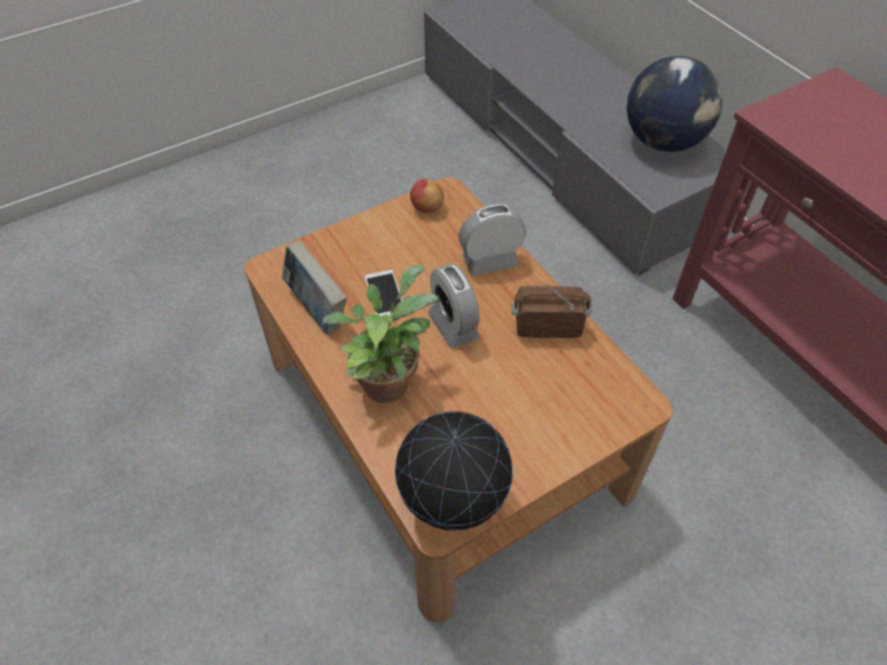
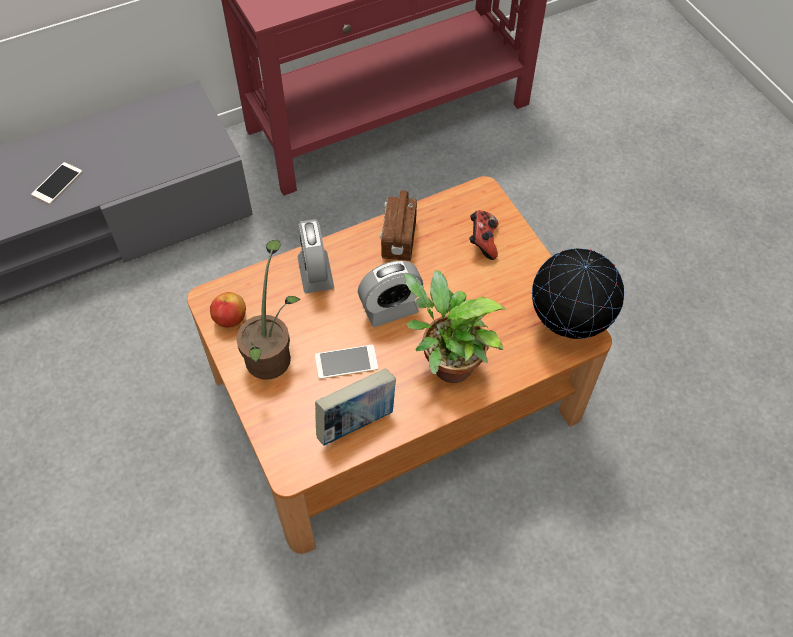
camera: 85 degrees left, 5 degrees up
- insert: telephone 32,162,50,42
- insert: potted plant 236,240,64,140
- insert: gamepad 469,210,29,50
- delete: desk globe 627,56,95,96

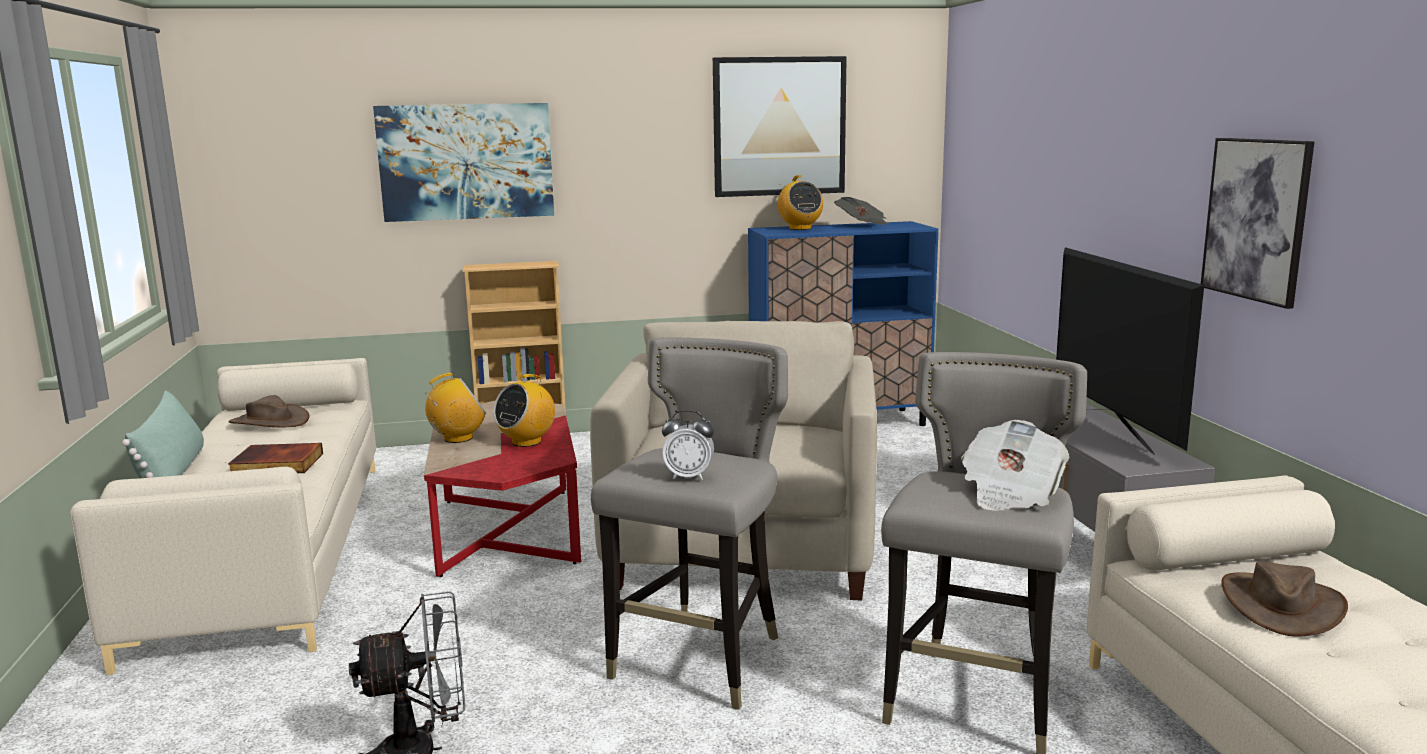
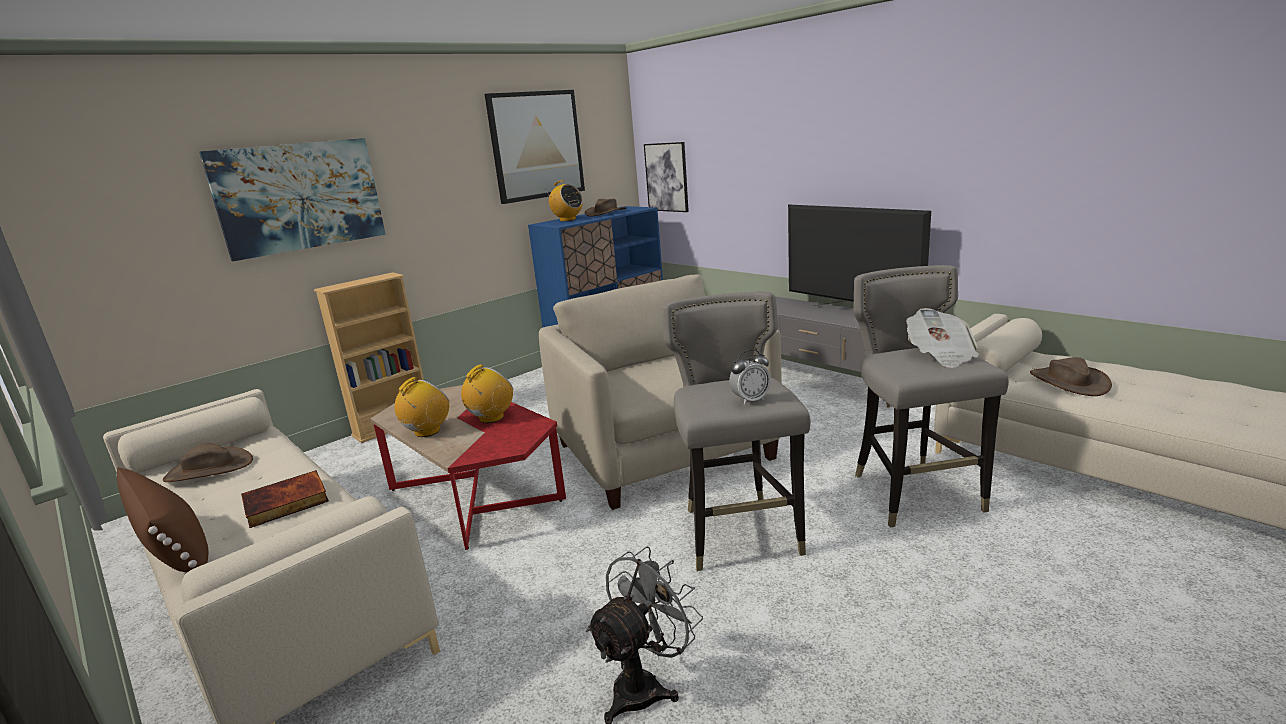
camera: 30 degrees left, 5 degrees up
- recolor: pillow in greenish 122,390,82,89 to pillow in brown-coloured 117,468,91,104
- rotate: radio receiver 493,374,62,73 = 461,365,52,58 150 degrees counterclockwise
- replace: printed paper 834,197,54,28 to clothing hat in brown-coloured 585,199,42,18
- move: wall art 1201,138,113,171 to 644,142,45,70

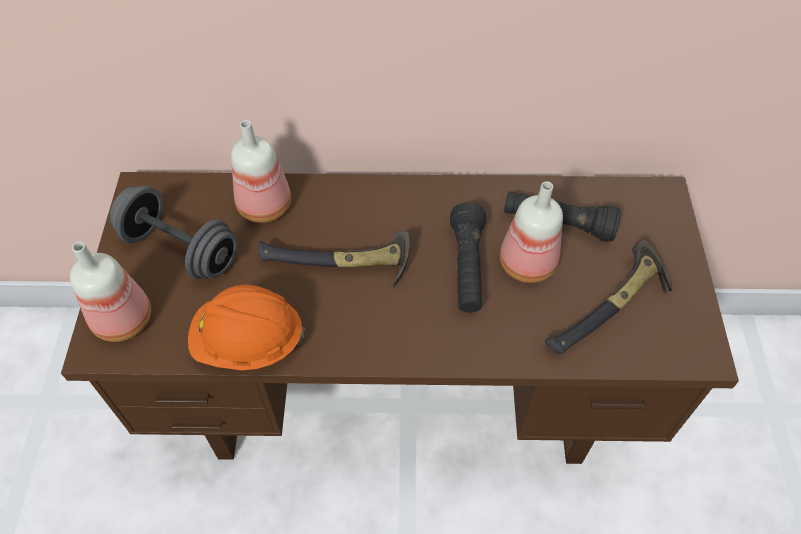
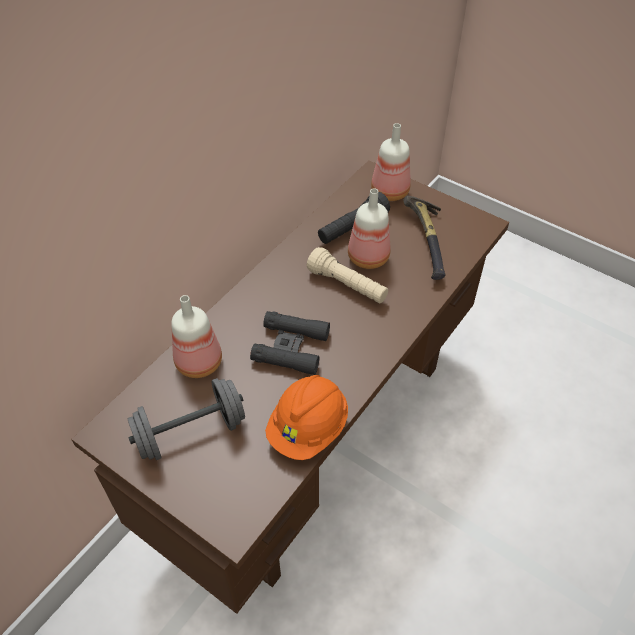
camera: 55 degrees left, 5 degrees down
- replace: hand hammer 258,231,152,57 to field glasses in black 250,311,80,64
- recolor: flashlight in black 450,202,36,111 to flashlight in beige-coloured 307,247,81,56
- move: bottle 70,242,81,100 to 371,123,40,78

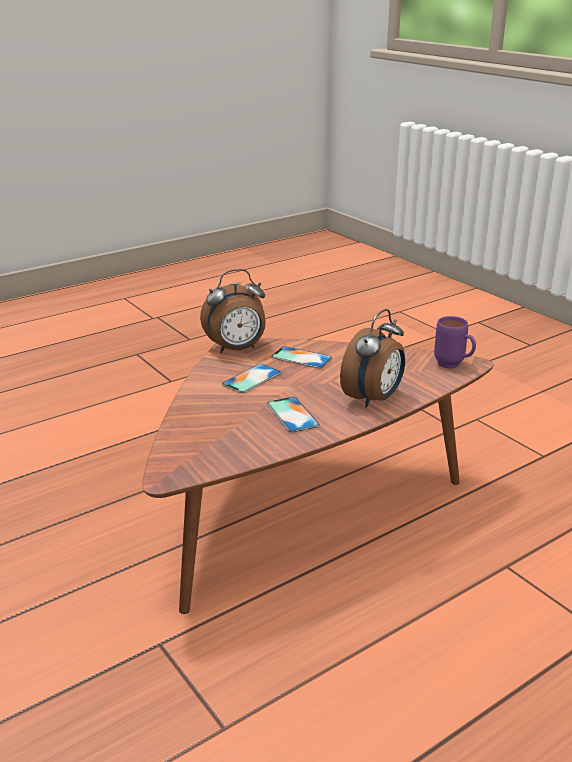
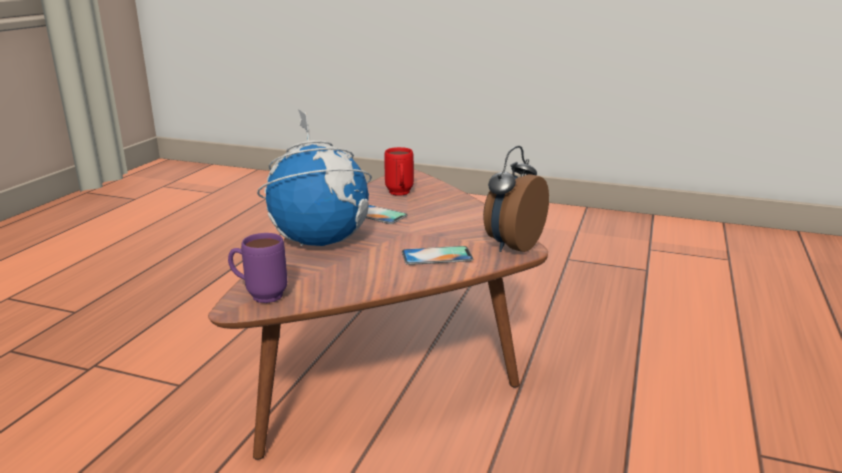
camera: 145 degrees right, 5 degrees down
- replace: bedside clock 340,309,65,99 to desk globe 257,109,115,137
- insert: coffee mug in red 384,147,30,49
- delete: telephone 222,364,59,29

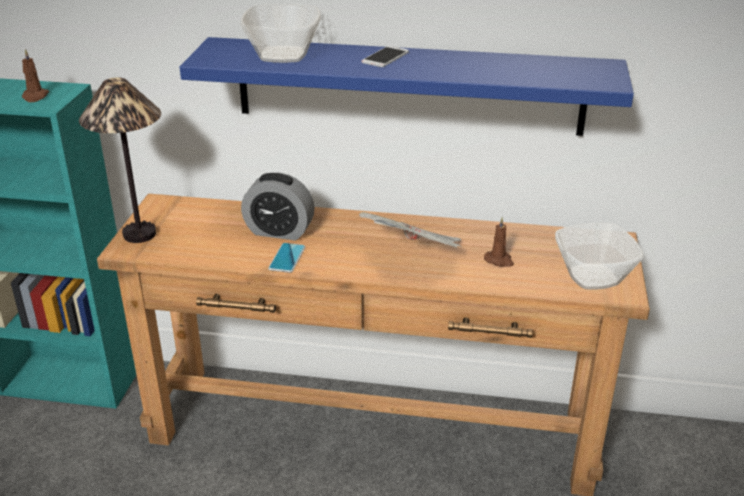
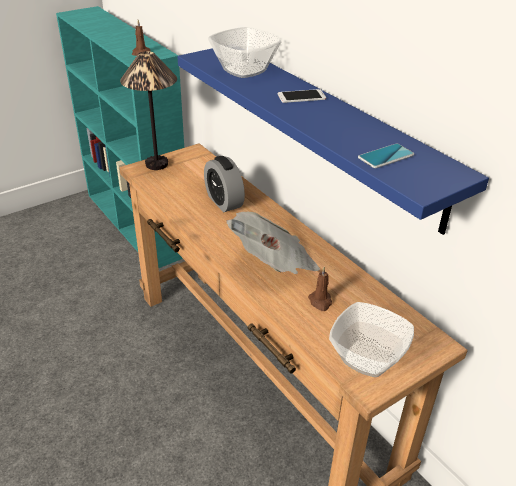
camera: 45 degrees right, 5 degrees up
- move: telephone 268,243,38,30 to 358,143,56,25

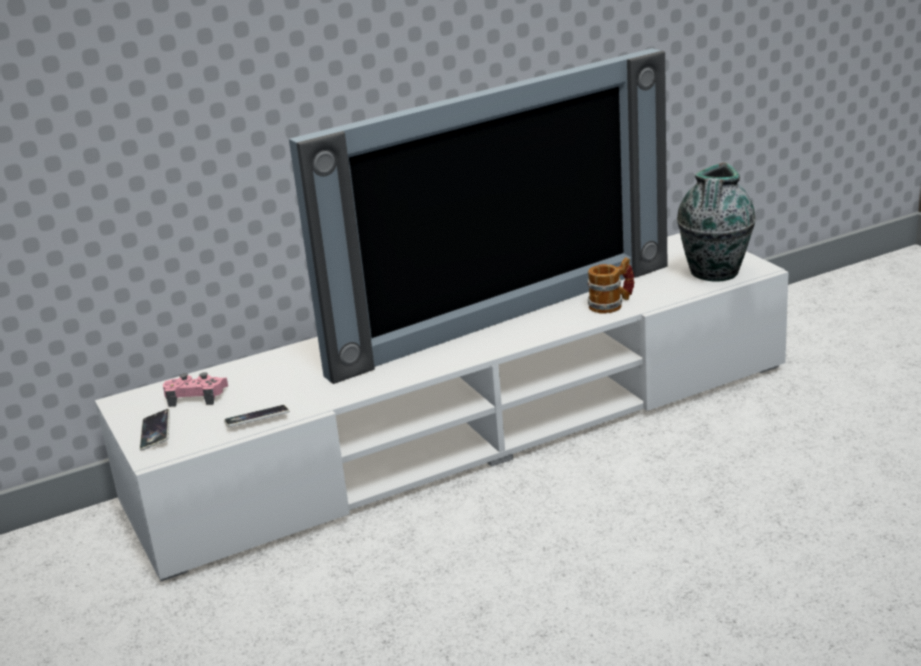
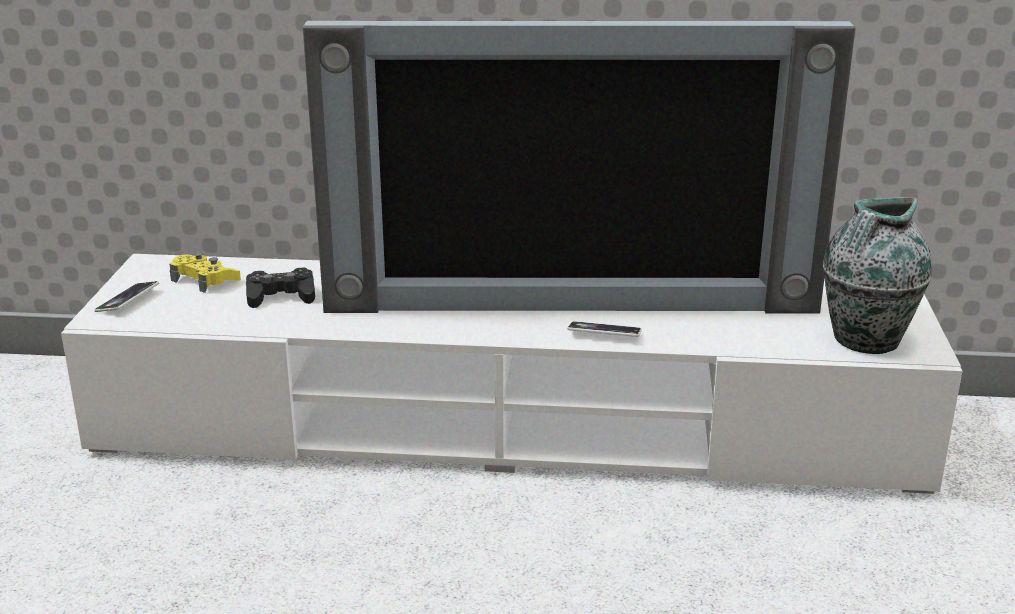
camera: 30 degrees right, 0 degrees up
- recolor: gamepad in pinkish 163,372,65,35 to gamepad in yellow 170,252,71,41
- insert: gamepad in black 246,267,69,41
- move: telephone 224,405,65,22 to 567,321,75,16
- delete: coffee mug 588,257,47,57

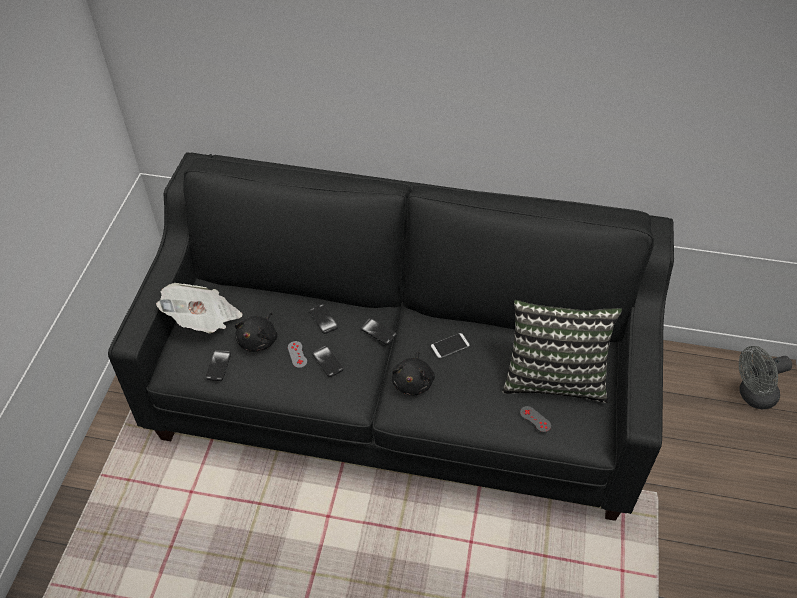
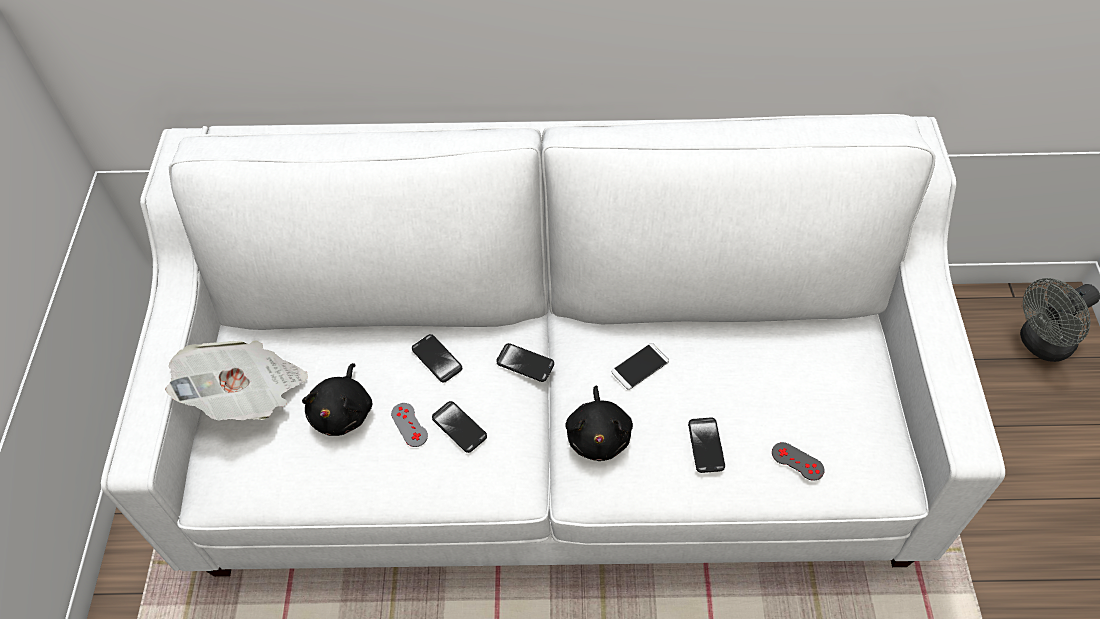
camera: 10 degrees left, 5 degrees up
- recolor: settee in black 108,152,566,369 to settee in white 101,114,904,463
- move: telephone 205,349,26,32 to 688,417,37,56
- delete: pillow 502,300,120,103

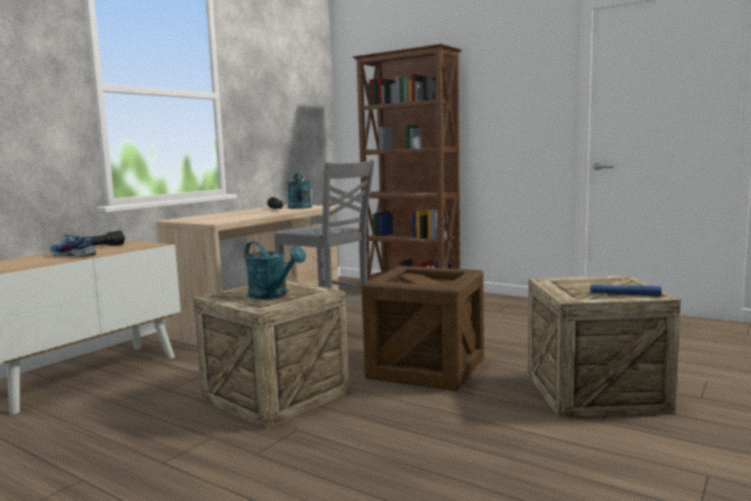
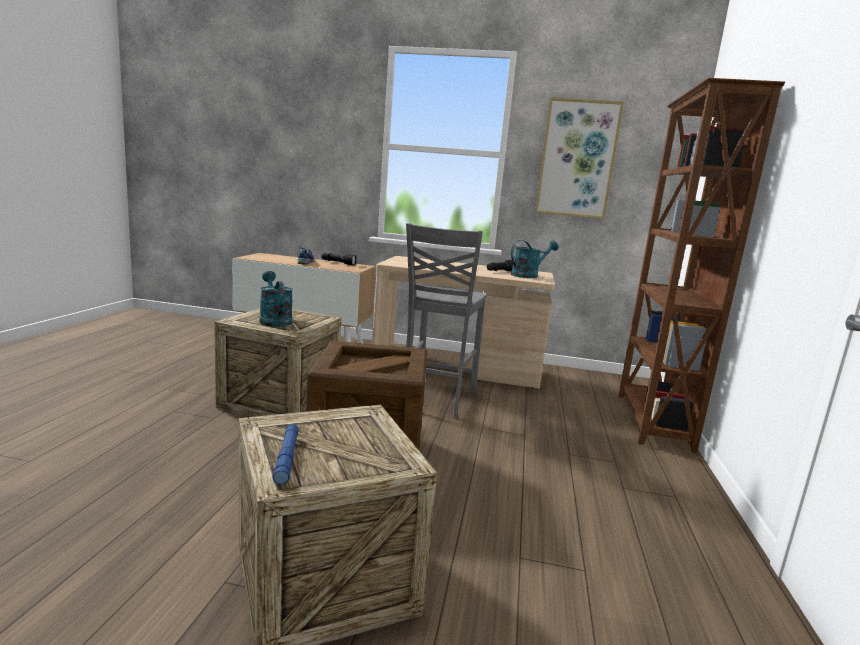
camera: 65 degrees right, 5 degrees up
- rotate: watering can in turquoise 244,242,62,58 = 259,271,34,56 135 degrees clockwise
- insert: wall art 535,97,89,122

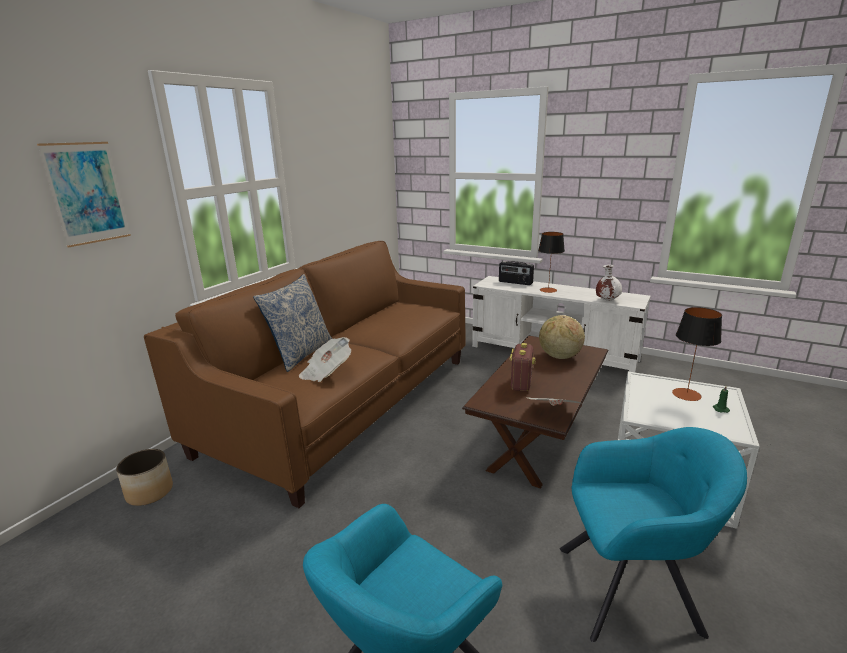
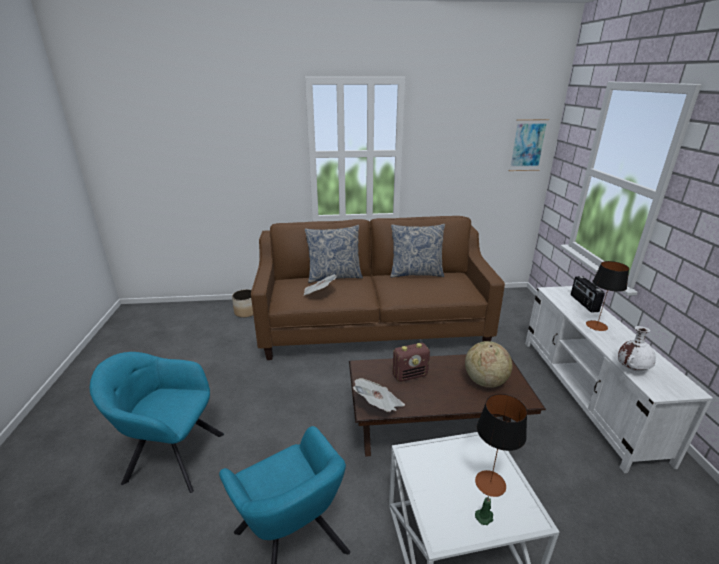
camera: 55 degrees right, 5 degrees up
- insert: pillow 390,224,55,54
- move: wall art 37,142,94,105 to 508,119,41,52

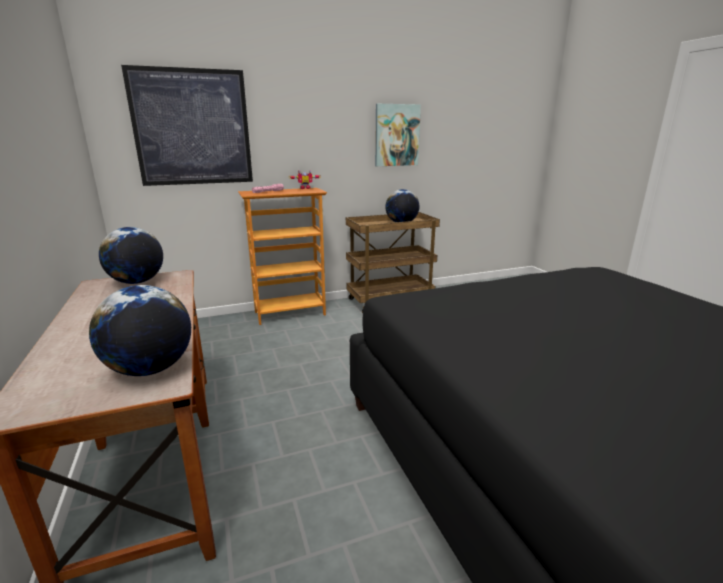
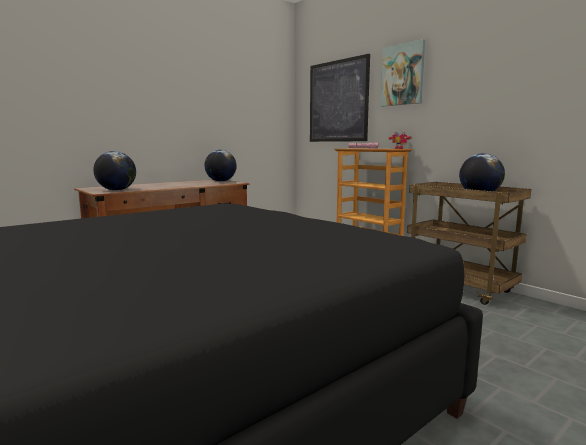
camera: 70 degrees right, 10 degrees down
- move: wall art 375,104,46,62 to 381,39,44,67

